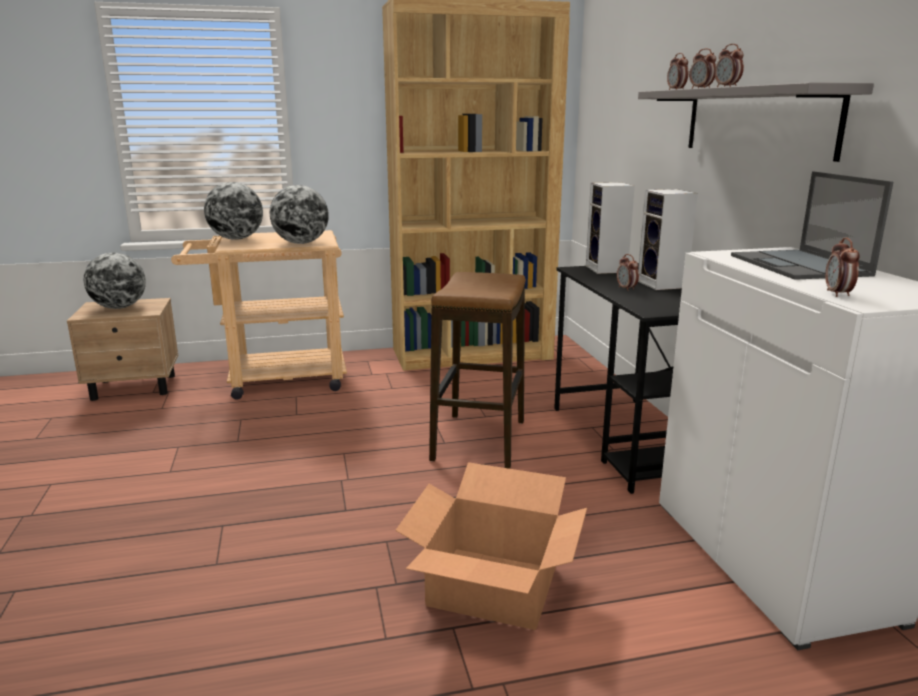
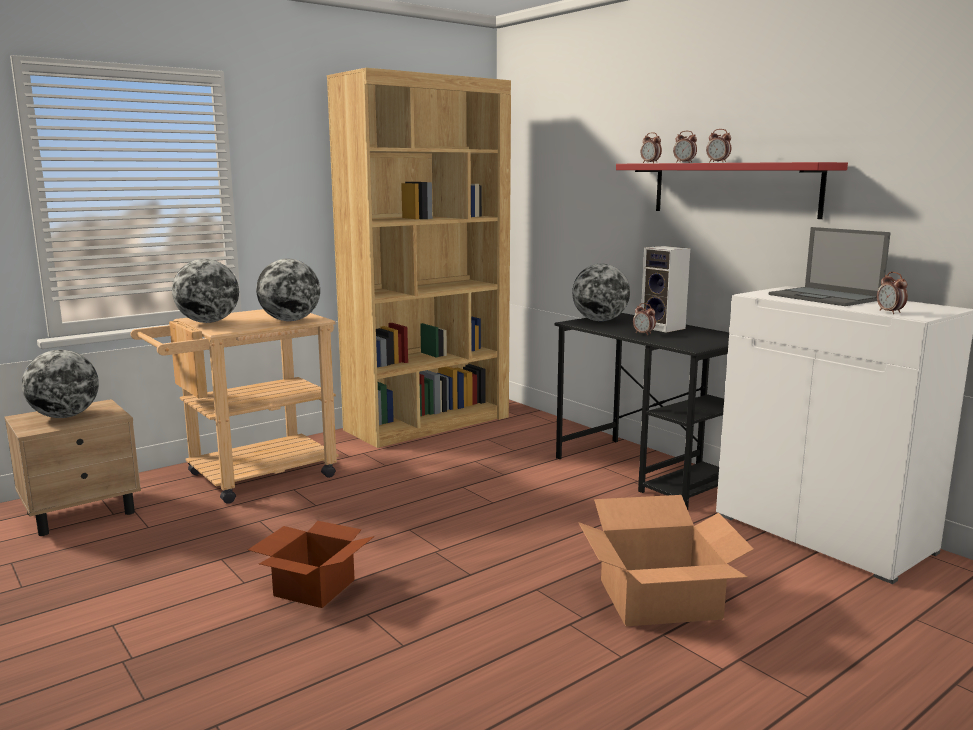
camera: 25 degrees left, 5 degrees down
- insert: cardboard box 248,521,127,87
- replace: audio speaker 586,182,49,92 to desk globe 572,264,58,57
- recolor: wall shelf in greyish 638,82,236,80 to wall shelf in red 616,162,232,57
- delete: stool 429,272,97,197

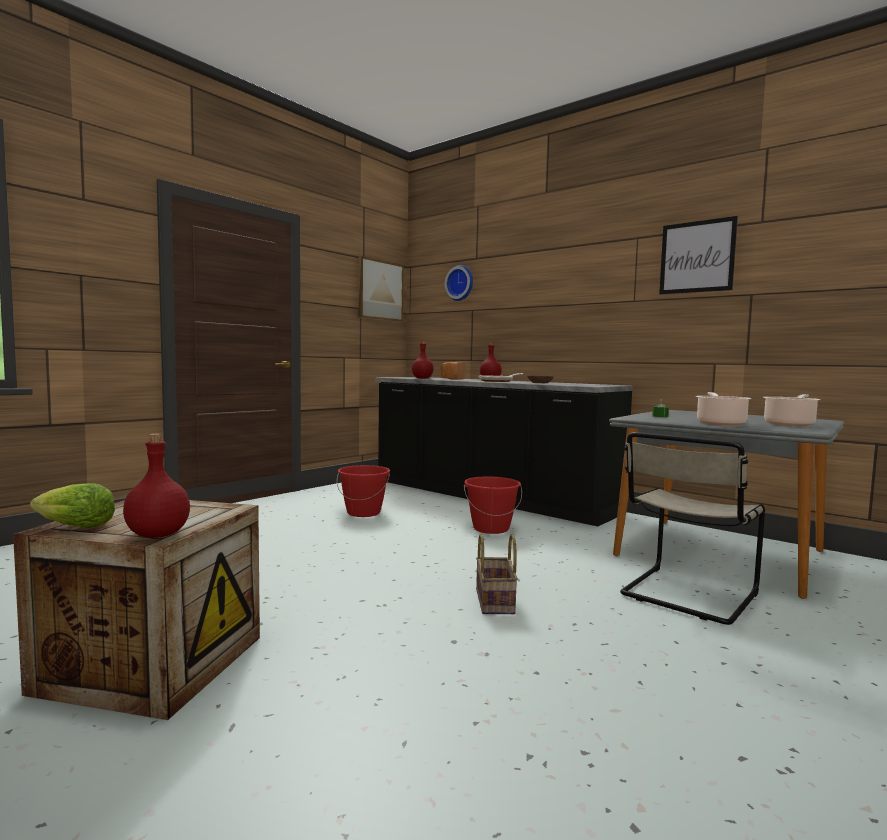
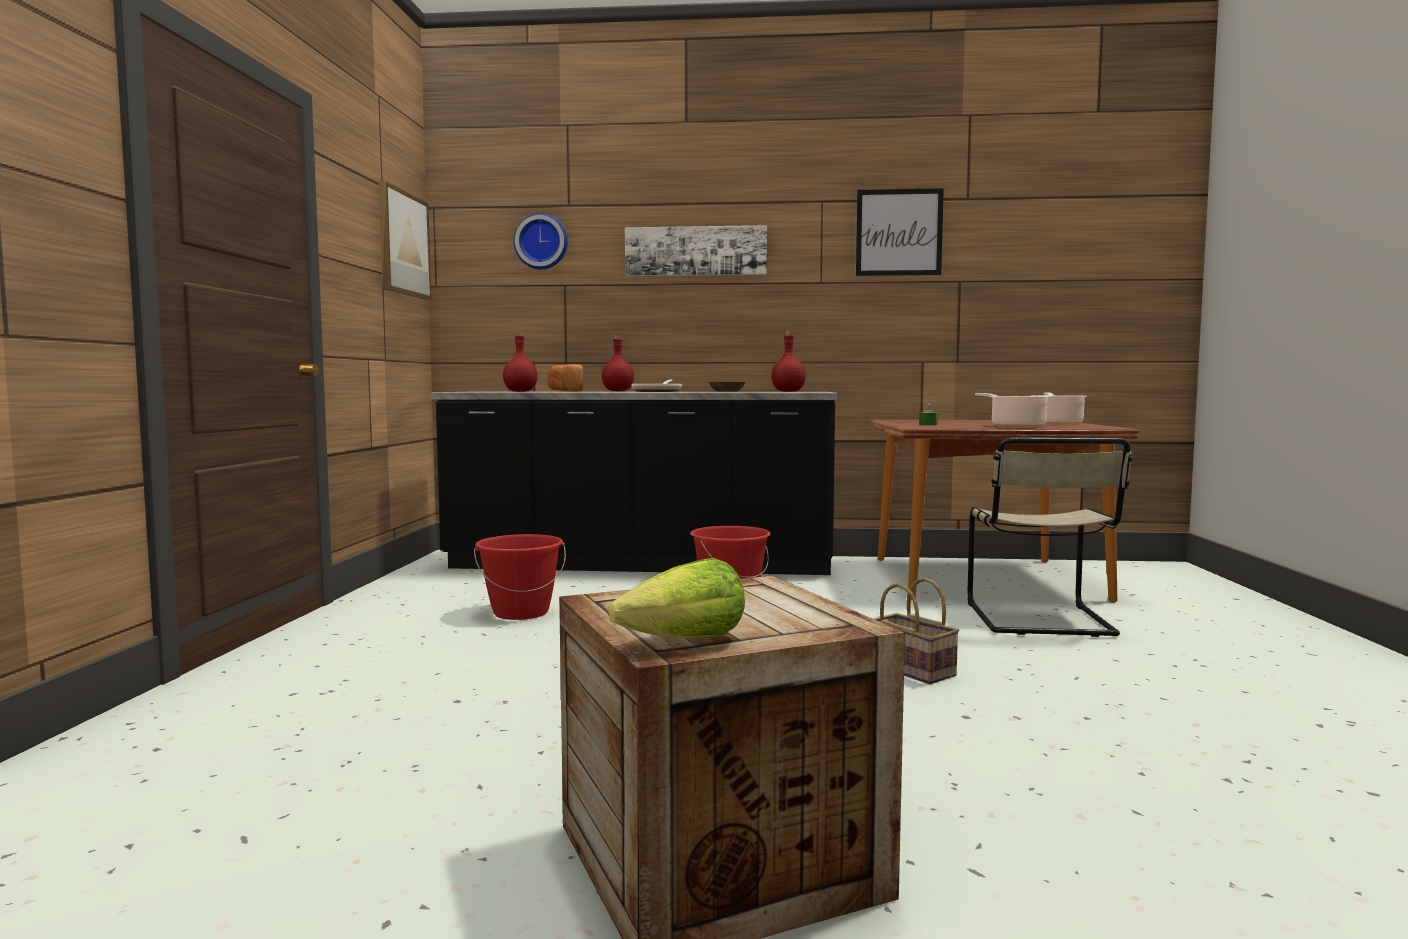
camera: 35 degrees left, 0 degrees up
- insert: wall art 625,225,142,51
- move: bottle in red 123,434,67,104 to 771,331,35,61
- recolor: dinner table in greyish 609,410,235,189 to dinner table in brown-coloured 871,420,268,183

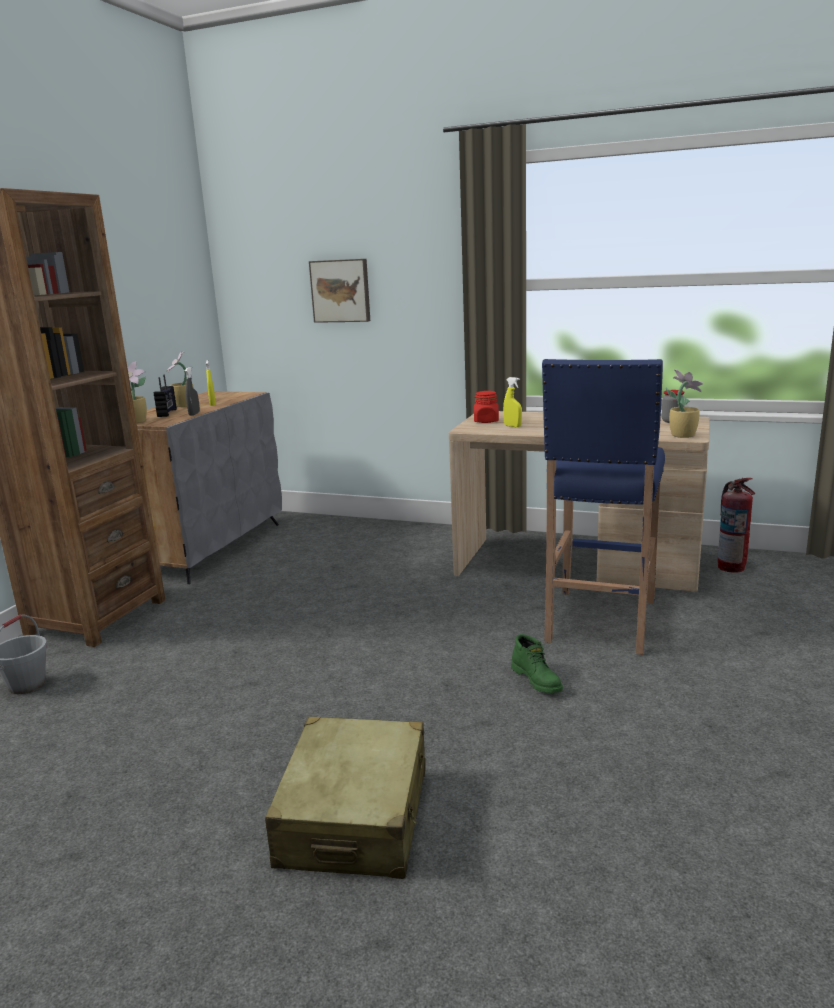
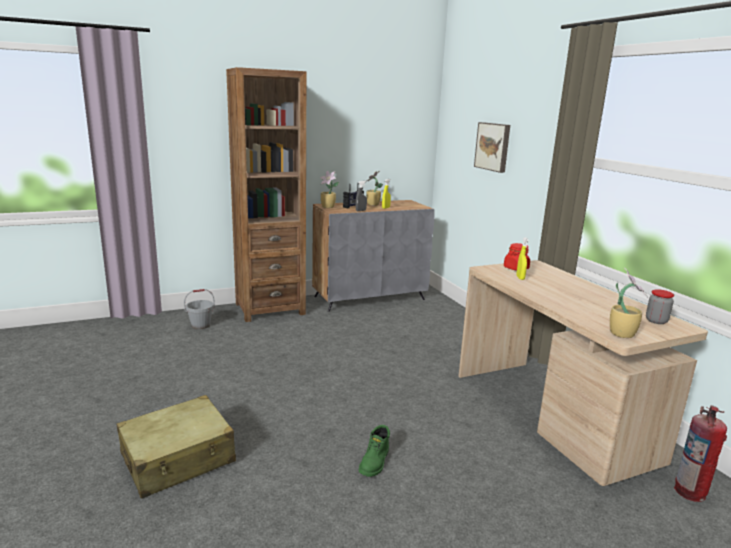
camera: 45 degrees right, 0 degrees up
- delete: stool in blue 542,359,123,296

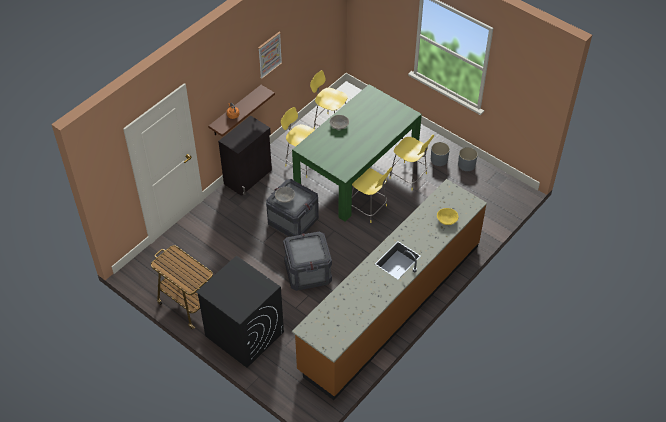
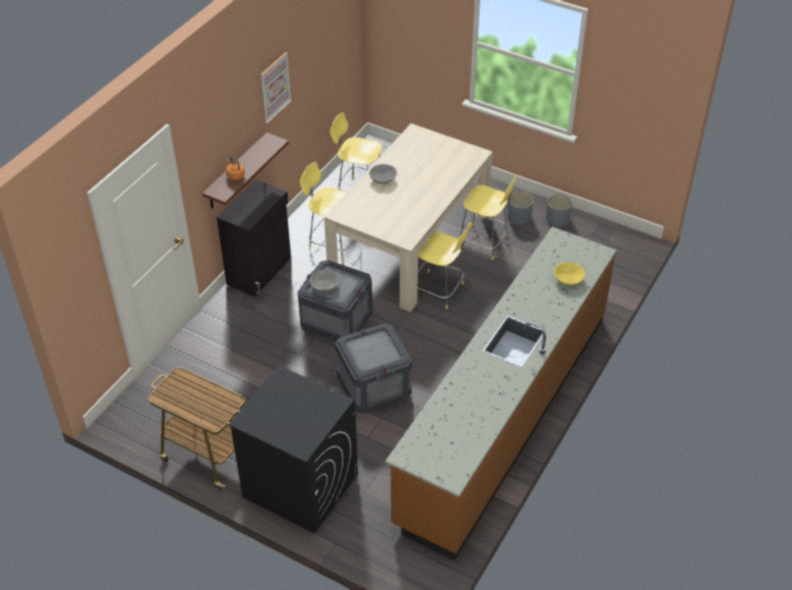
camera: 10 degrees left, 5 degrees down
- recolor: dinner table in greenish 292,84,130,138 to dinner table in beige-coloured 324,123,169,189

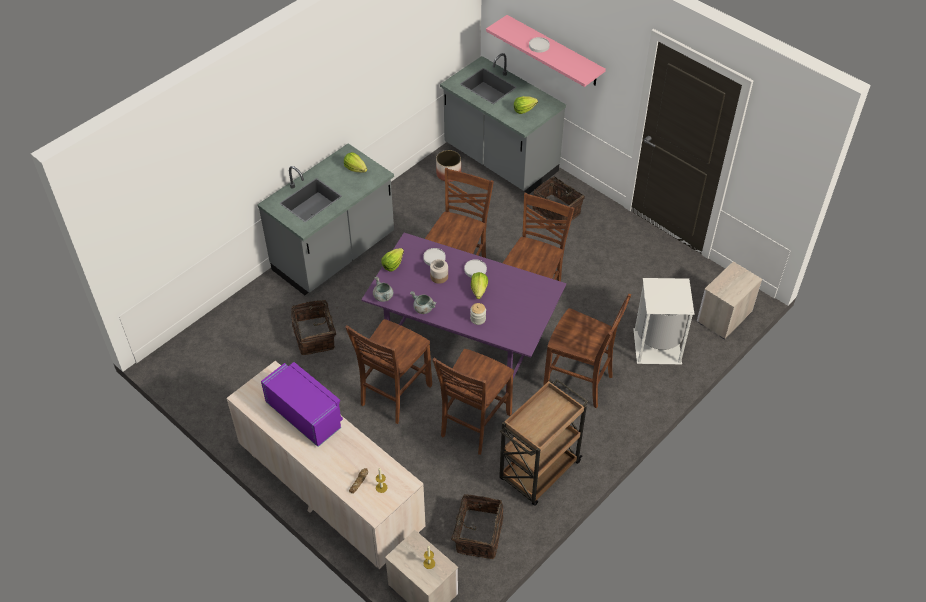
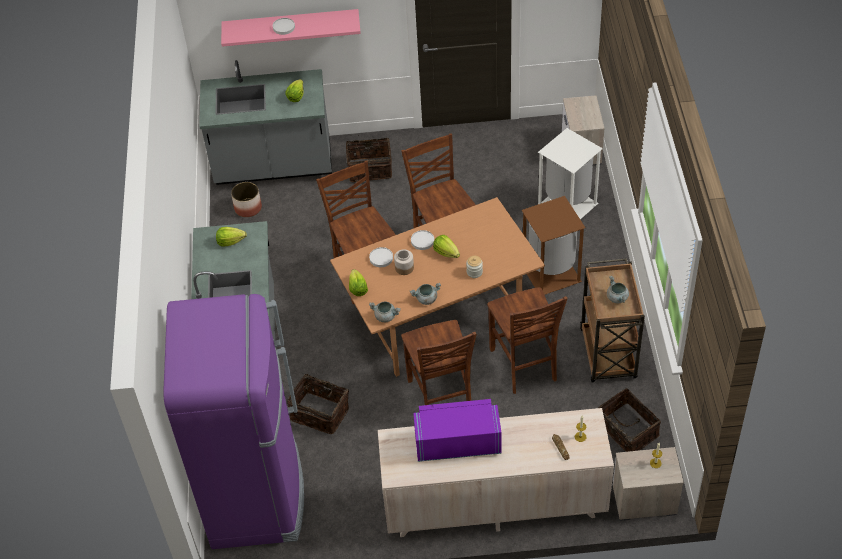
camera: 45 degrees left, 0 degrees up
- insert: kitchen fridge in purple-coloured 163,294,141,255
- recolor: dinner table in purple-coloured 361,233,205,151 to dinner table in brown-coloured 330,197,215,180
- replace: chair in brown-coloured 543,294,88,114 to rubbish bin in brown-coloured 522,196,64,99
- insert: saucepot in greyish 607,276,22,27

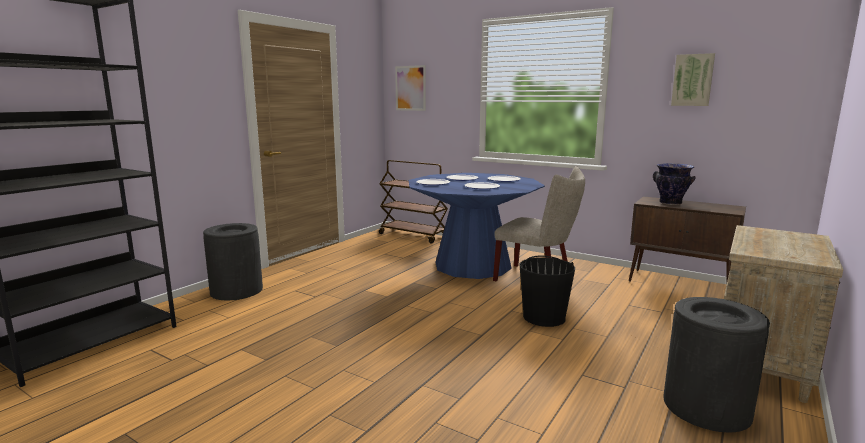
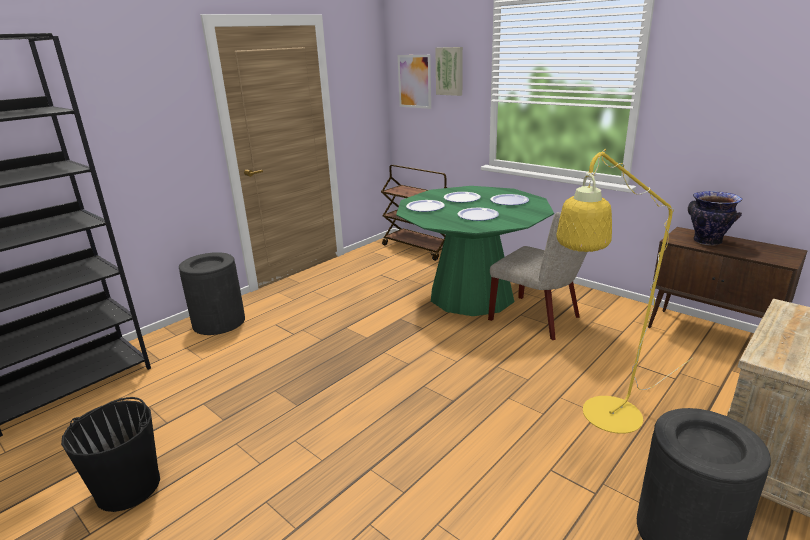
camera: 10 degrees right, 10 degrees up
- move: bucket in black 520,255,55,72 to 61,397,99,115
- recolor: dinner table in blue 409,173,136,106 to dinner table in greenish 396,186,158,130
- move: wall art 671,53,44,53 to 435,47,28,49
- insert: standard lamp in yellow 556,149,136,285

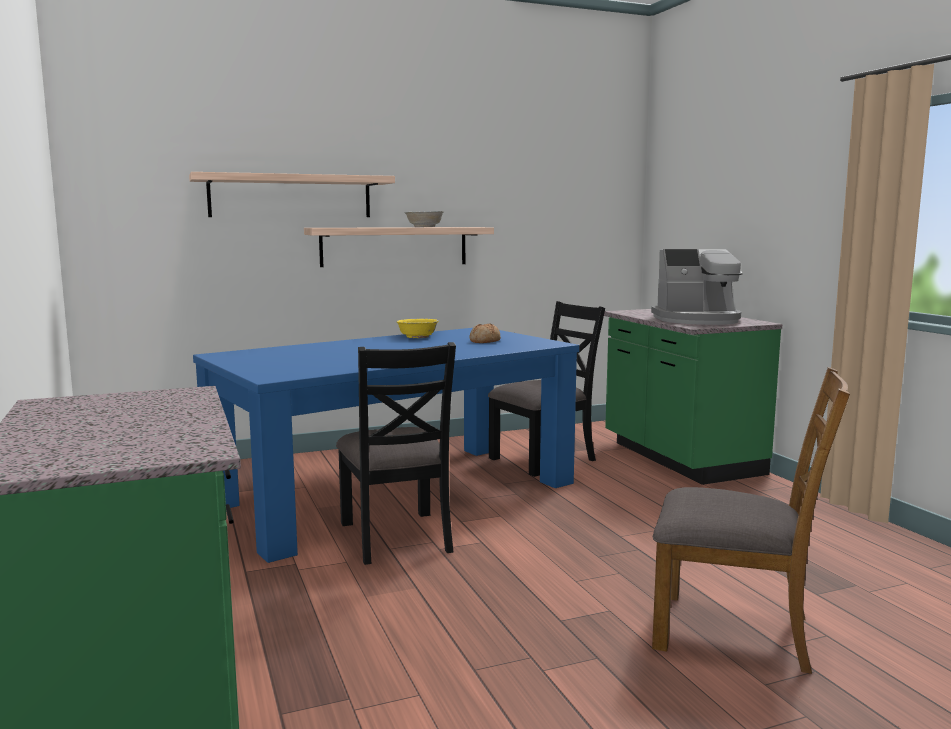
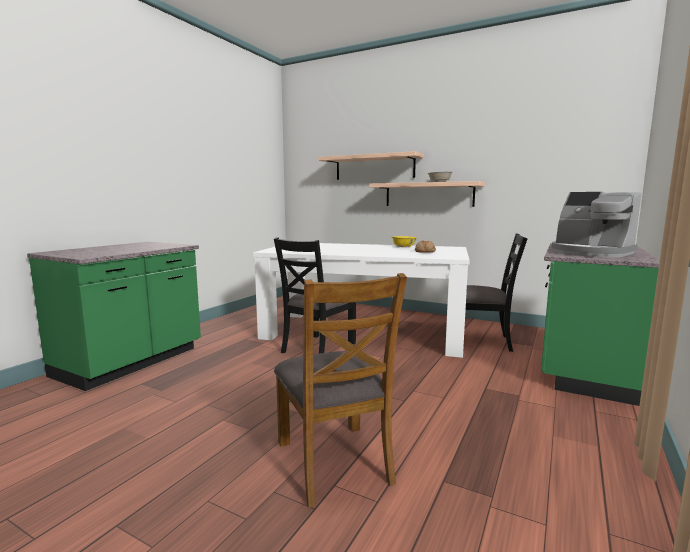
camera: 50 degrees right, 0 degrees up
- recolor: dinner table in blue 193,328,386,235 to dinner table in white 253,243,217,115

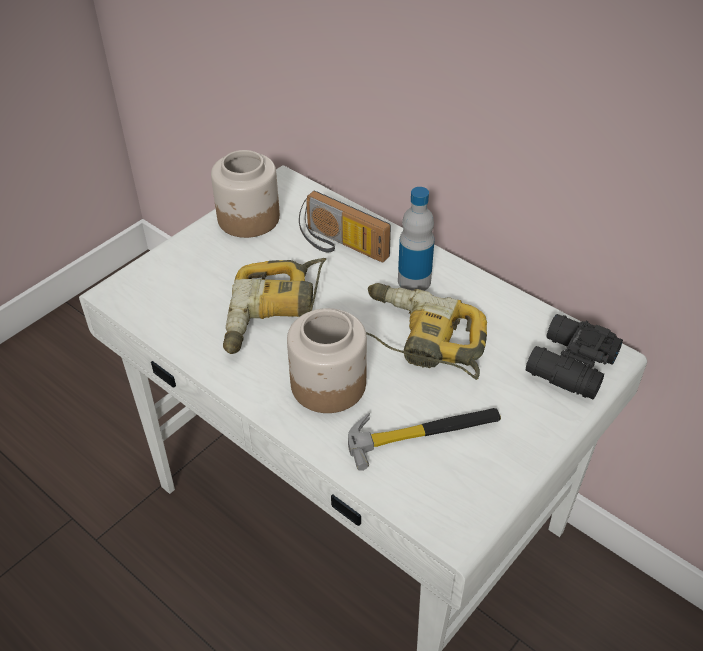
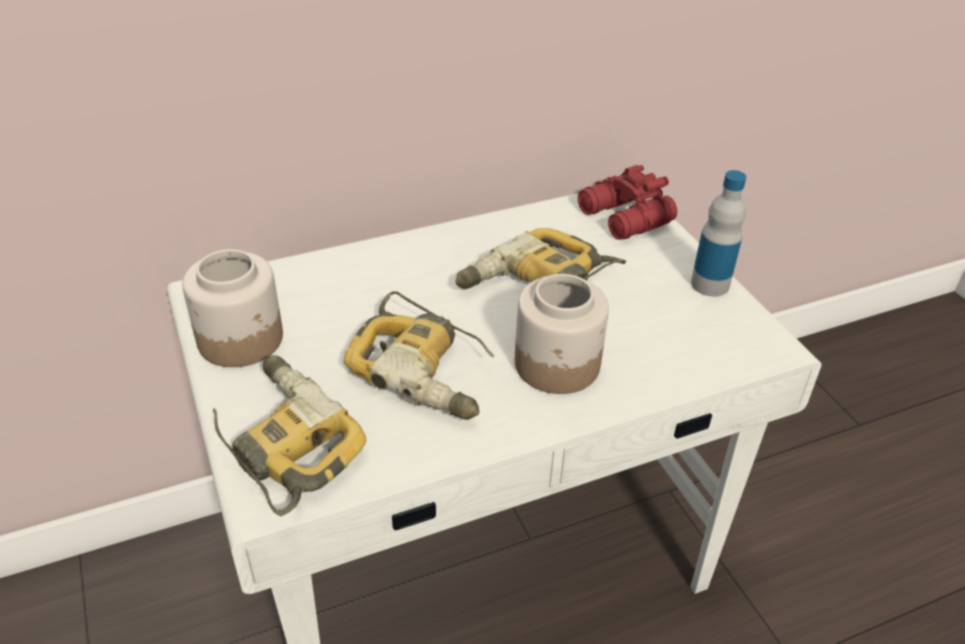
camera: 65 degrees left, 5 degrees down
- insert: power drill 213,355,153,161
- recolor: field glasses in black 526,314,97,85 to field glasses in red 578,165,99,75
- move: bottle 398,187,37,104 to 691,170,55,127
- delete: radio receiver 299,191,92,71
- delete: hand hammer 348,408,153,63

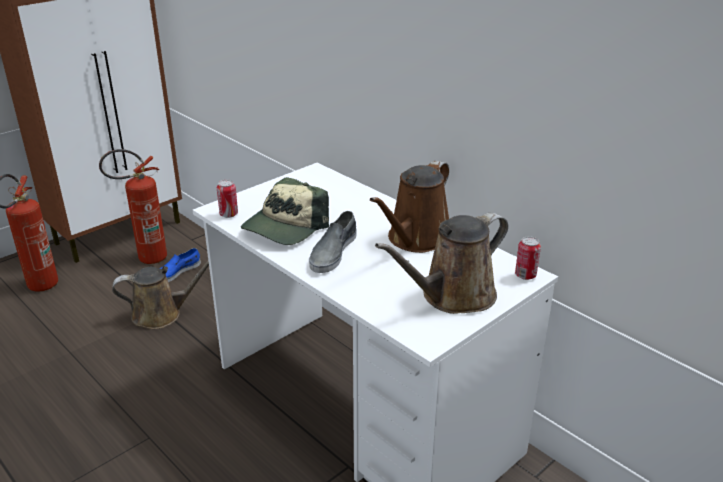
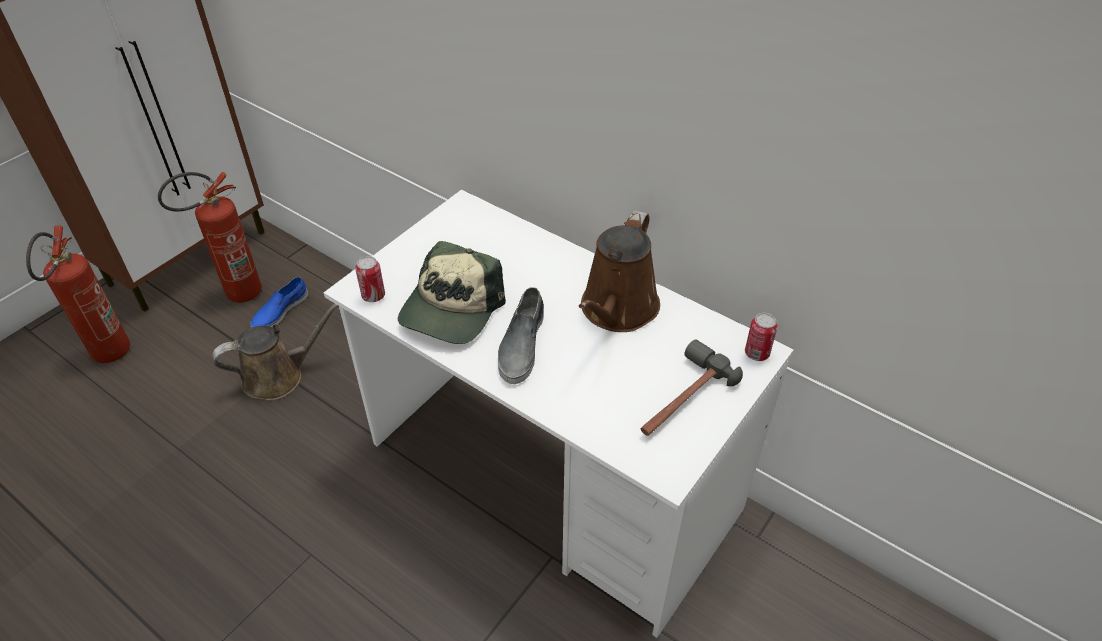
camera: 10 degrees left, 15 degrees up
- replace: watering can in brown-coloured 375,213,133,101 to hand hammer 641,339,102,97

